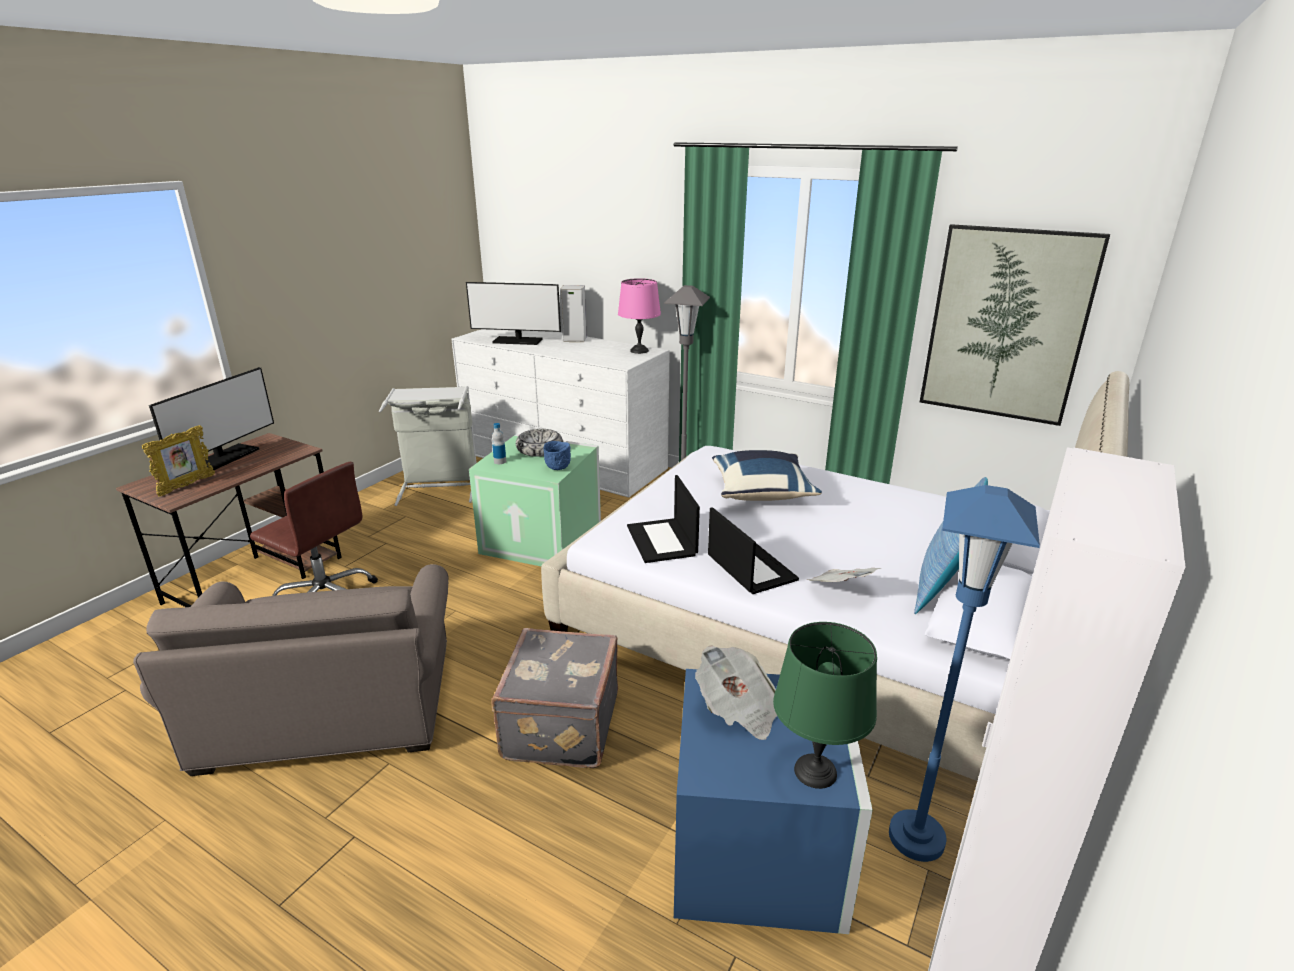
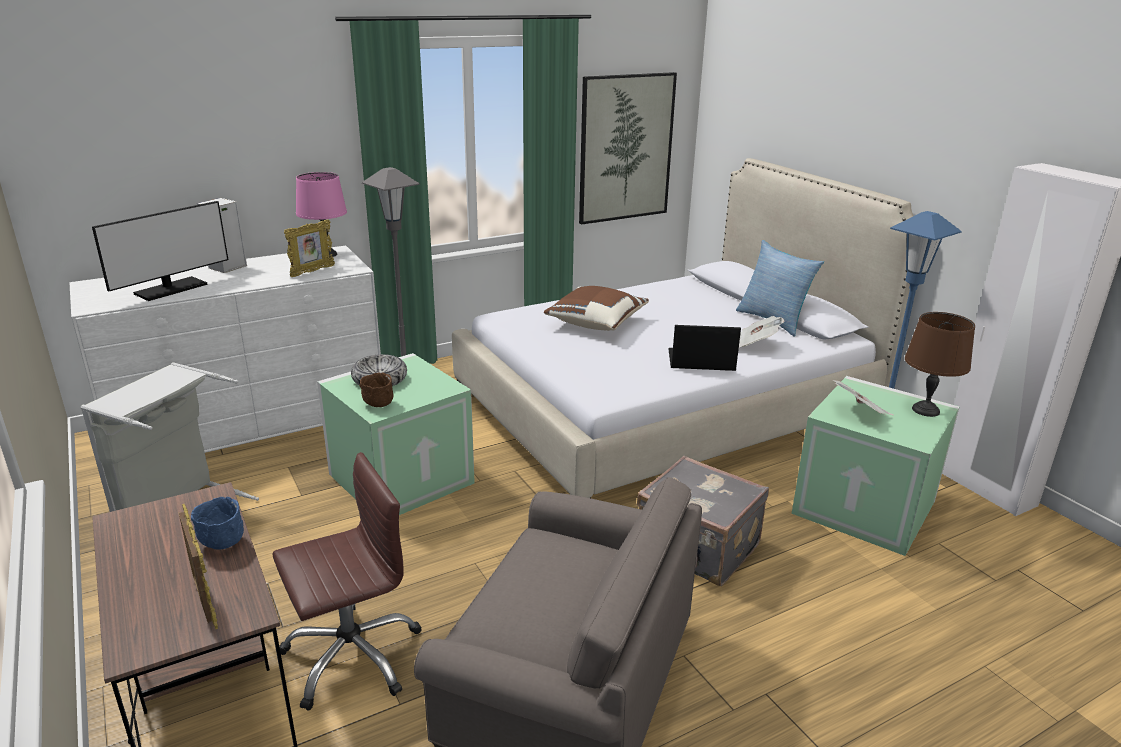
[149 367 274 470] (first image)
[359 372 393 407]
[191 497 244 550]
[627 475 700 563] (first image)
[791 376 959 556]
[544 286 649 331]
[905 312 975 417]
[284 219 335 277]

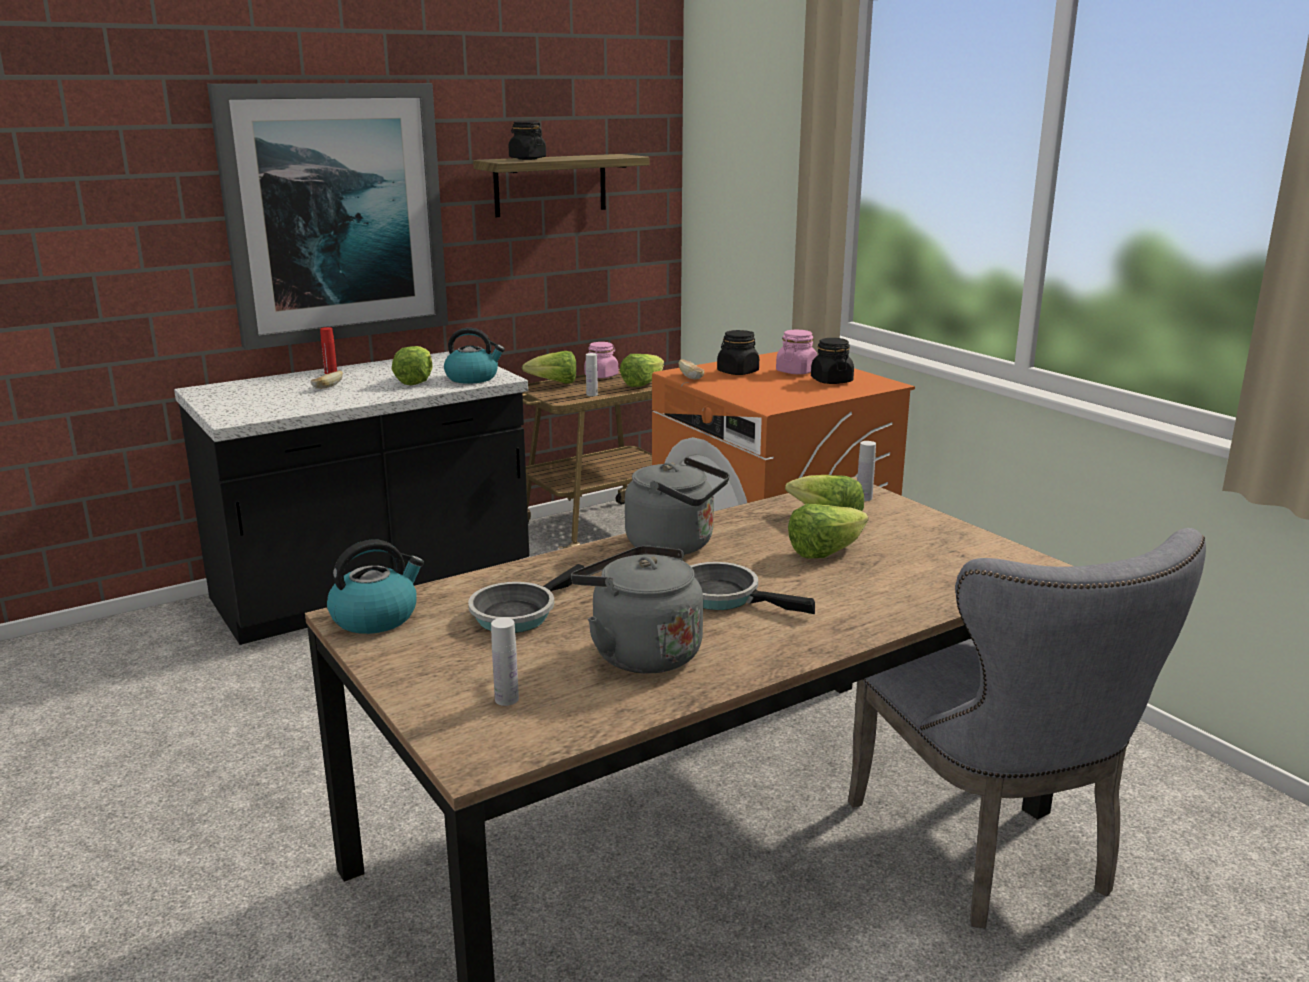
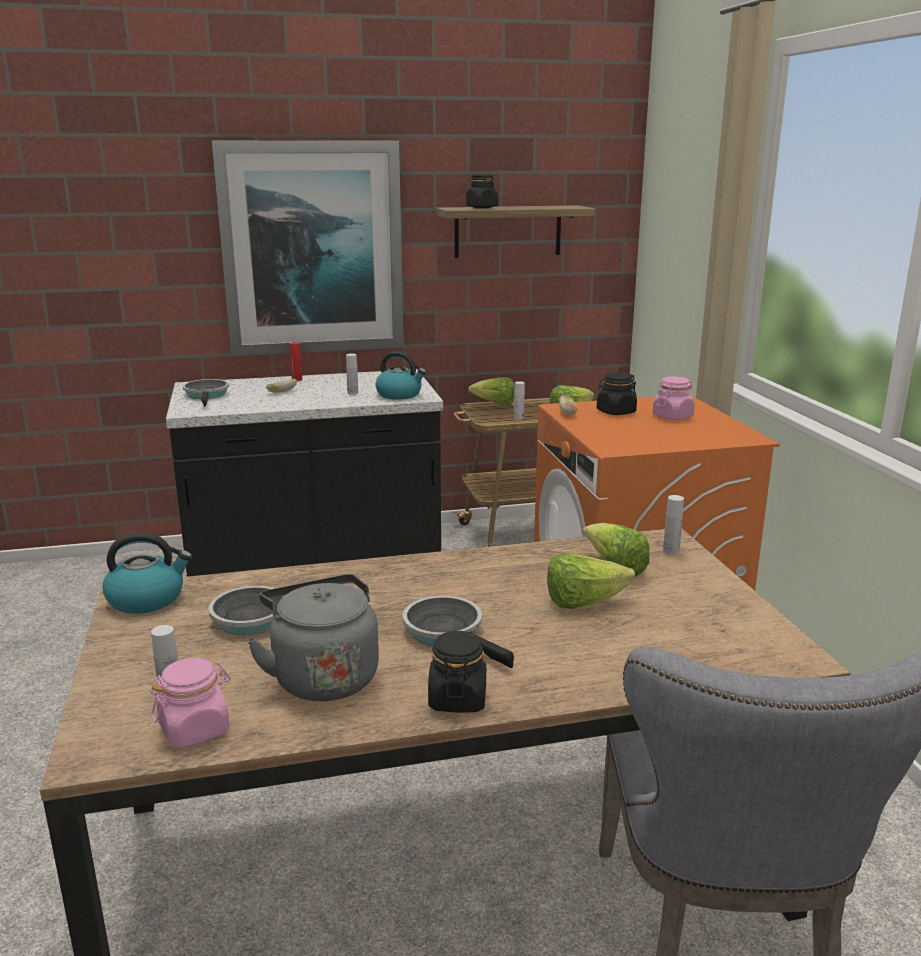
[346 354 358 395]
[151 658 231 749]
[625 457 730 555] (first image)
[428 631 486 713]
[183 379 229 407]

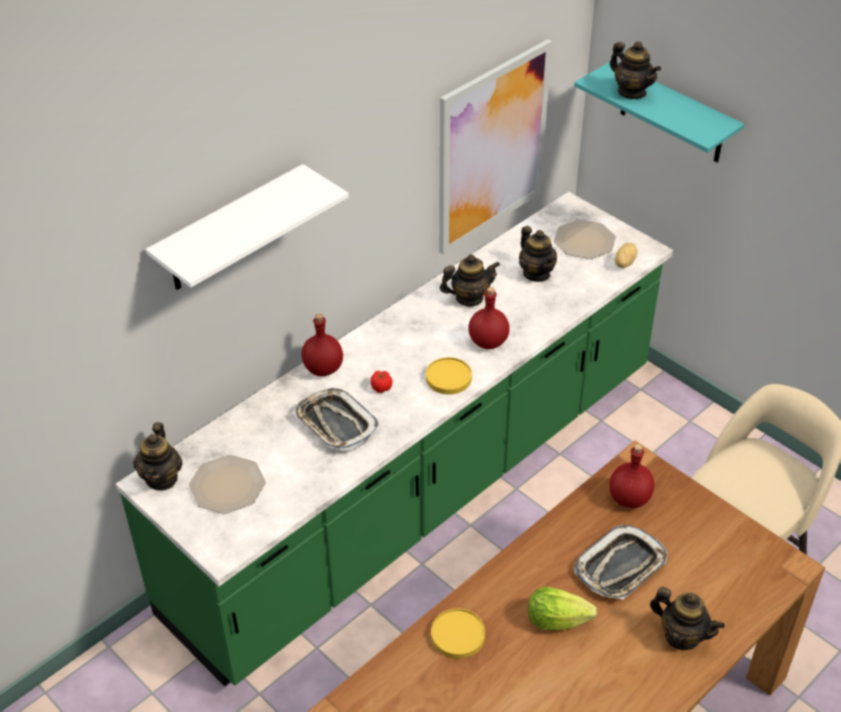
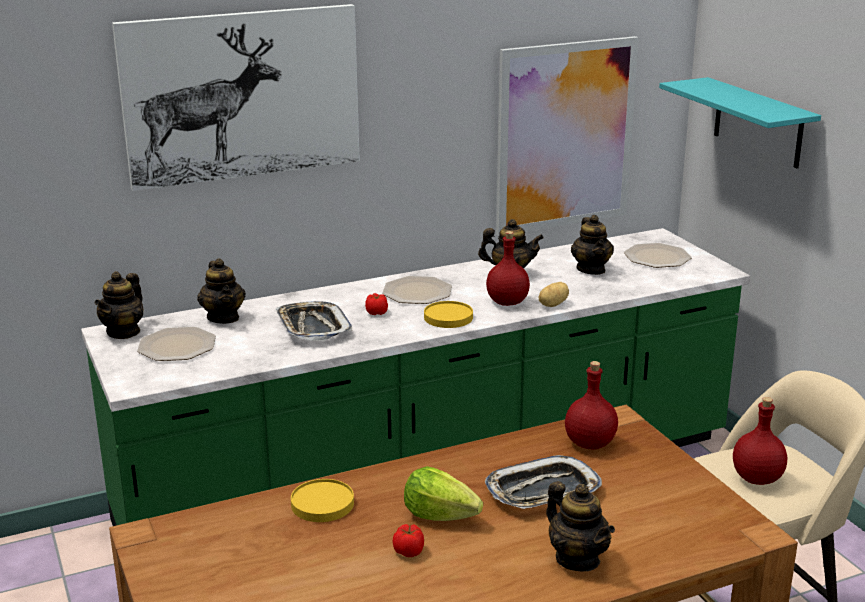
[112 4 360 191]
[733 397 787 485]
[197 258 246 324]
[539 282 569 307]
[382 276 452 304]
[393 524 424 557]

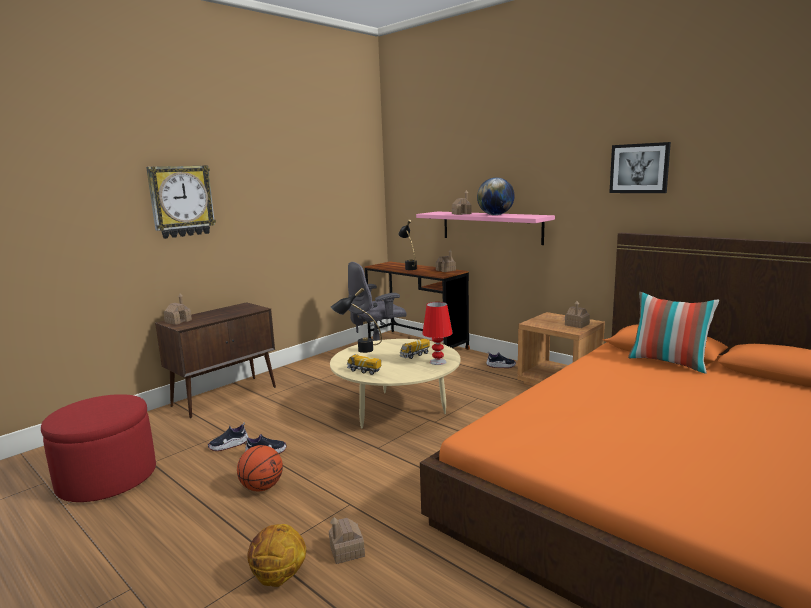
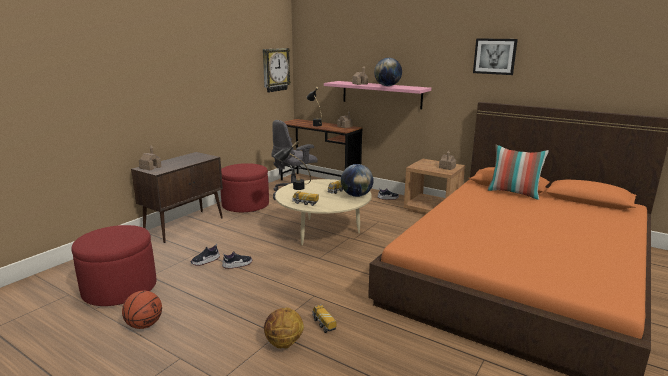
[263 48 291 93]
[122 291 162 329]
[312 304 337 333]
[341 164 374 197]
[220 163 269 212]

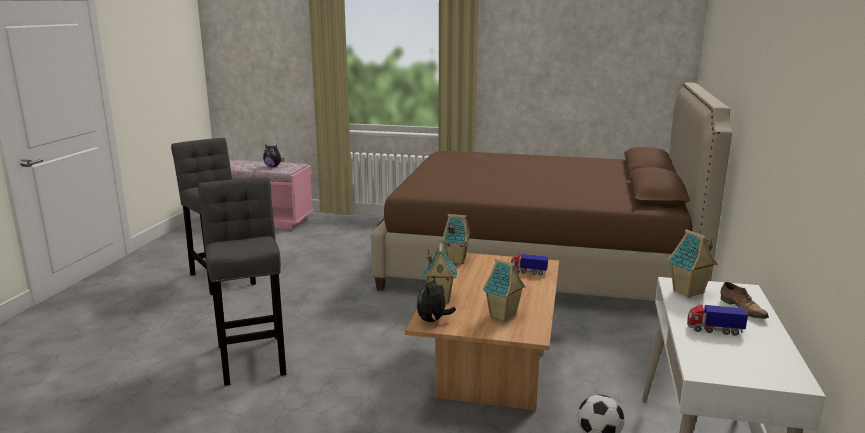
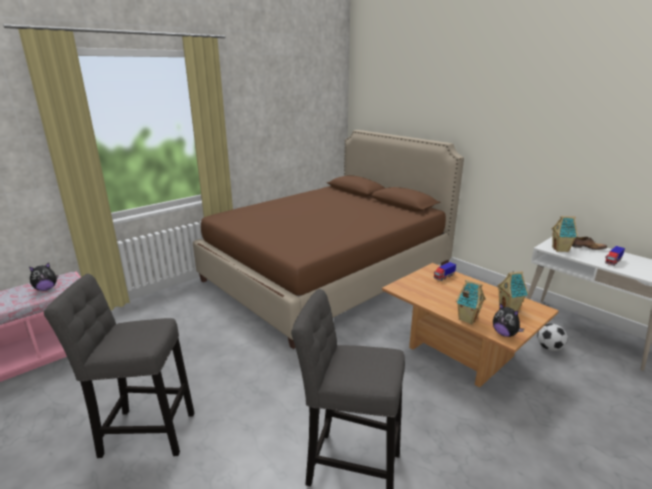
[442 214 471 264] (first image)

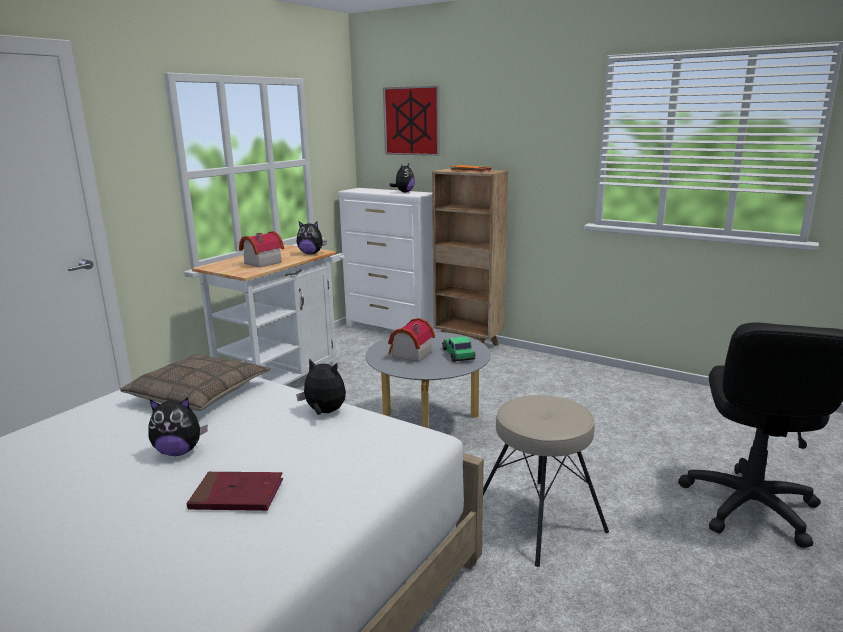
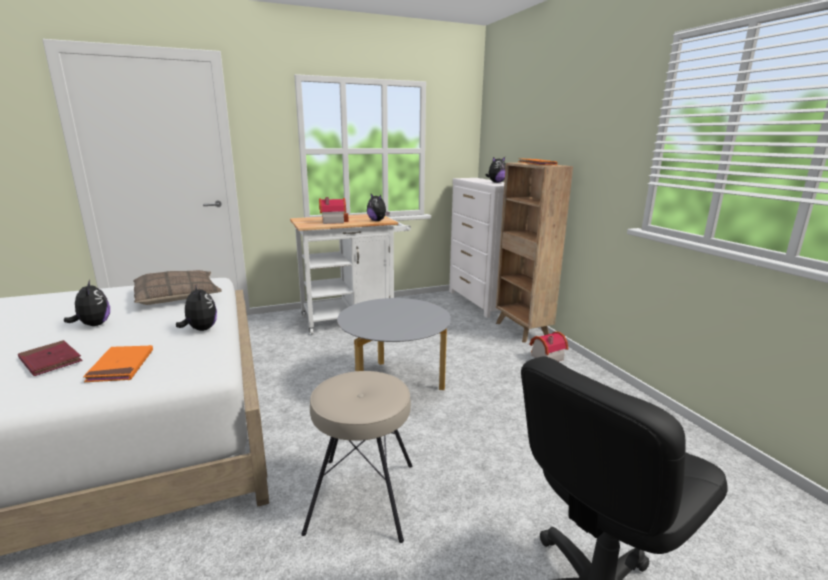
[64 280 110 326]
[383 86 440 156] (first image)
[529 331 568 362]
[442 336 476 362] (first image)
[83 345 153 382]

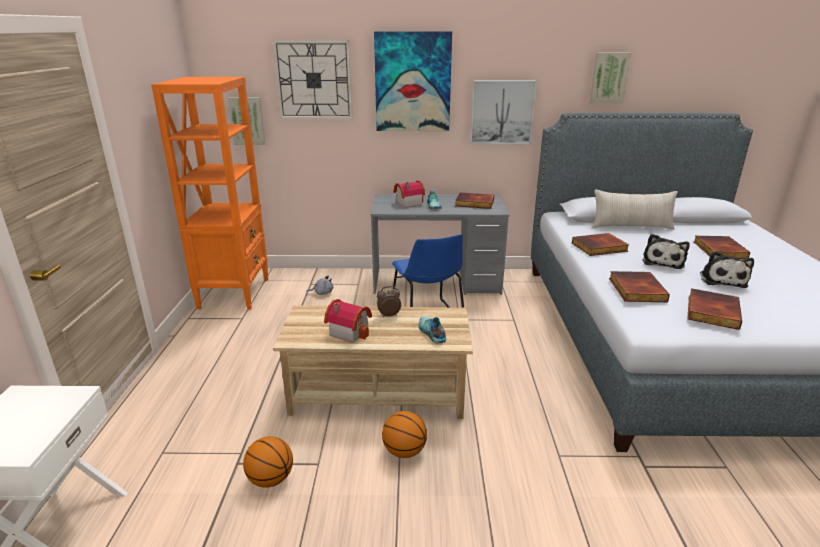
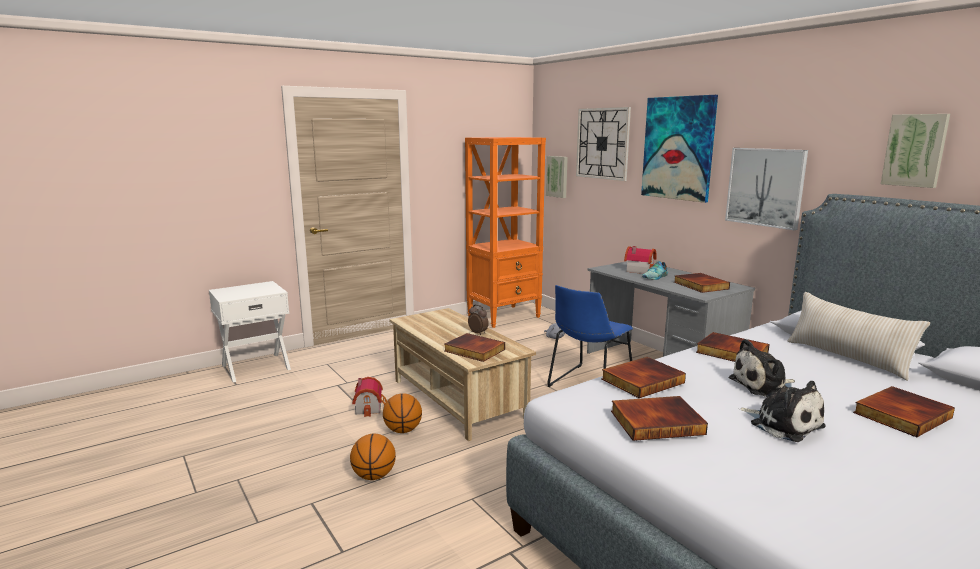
[350 434 396 480]
[352 377 387 417]
[444 333 505 362]
[738 381 826 442]

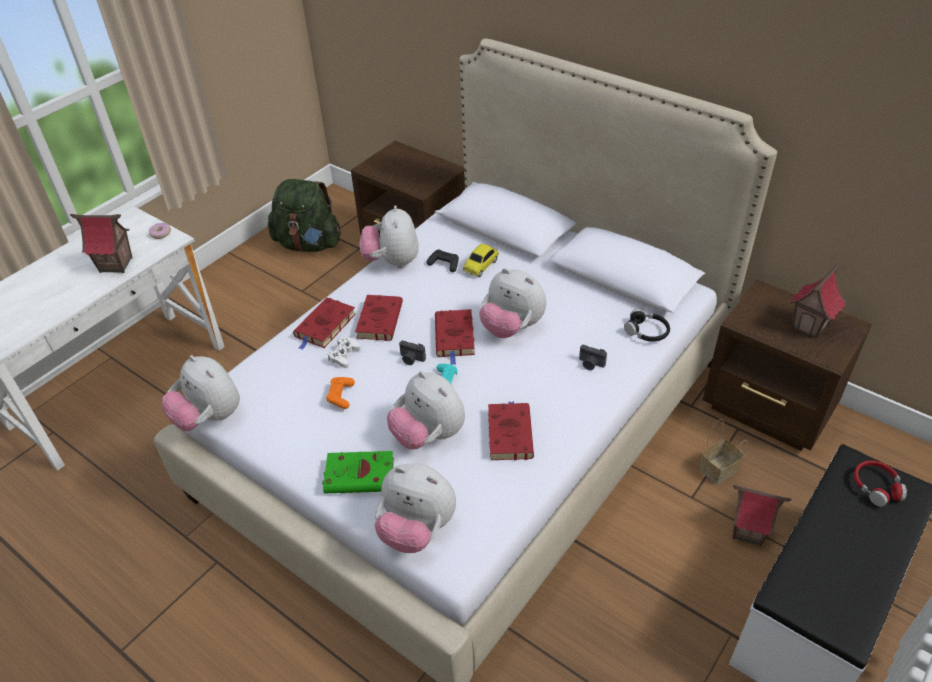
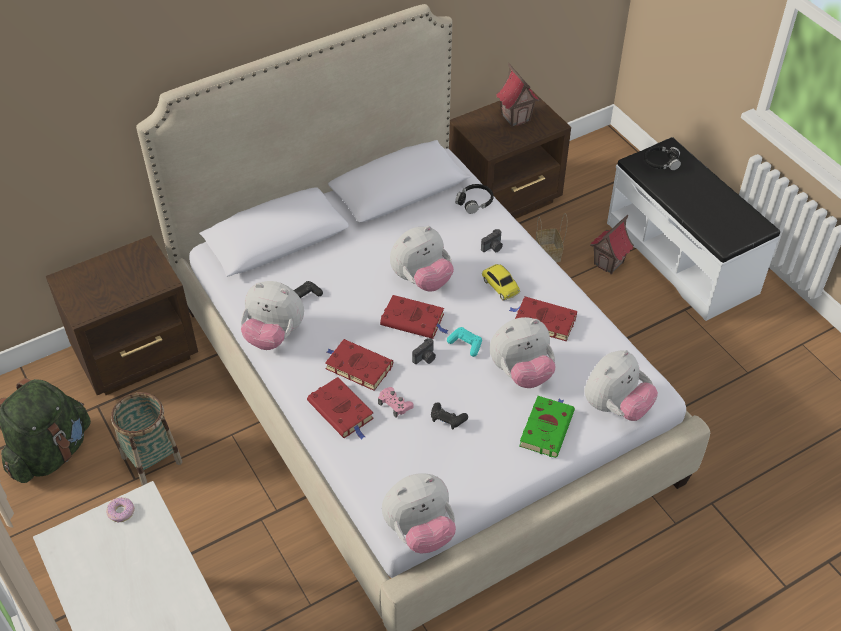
[70 214 132 273] (first image)
[431 402 468 429]
[378 387 413 418]
[482 264 520 301]
[644 146 681 170]
[111 392 183 486]

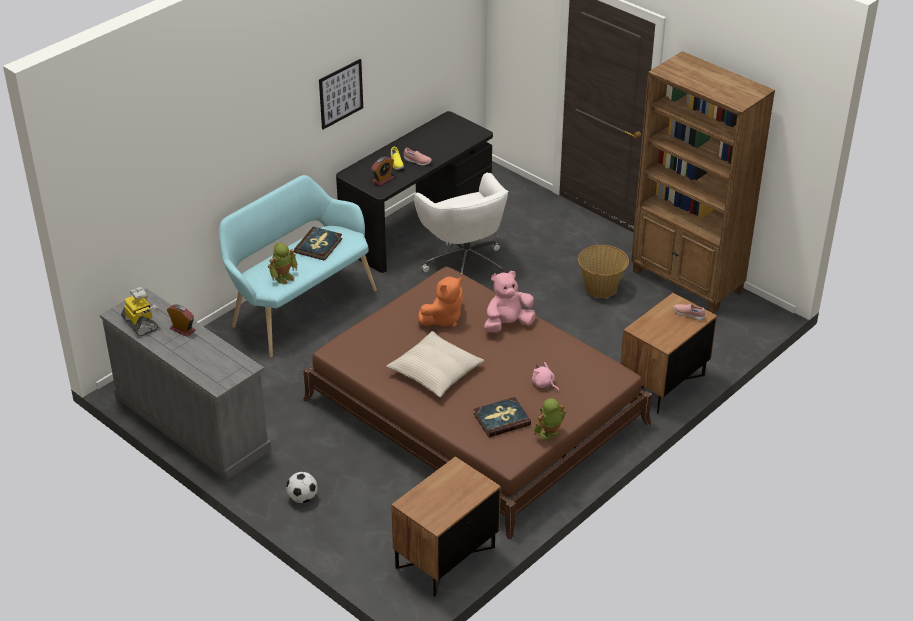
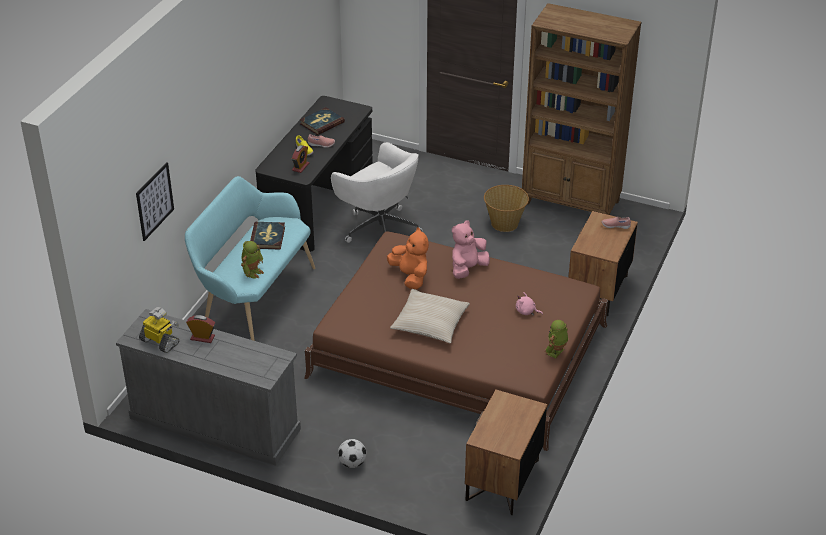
[136 162 174 241]
[387 227 429 289]
[300 107 345 135]

